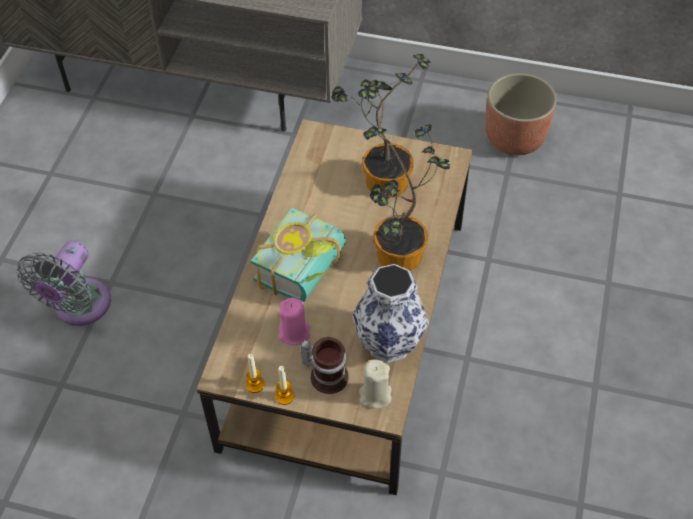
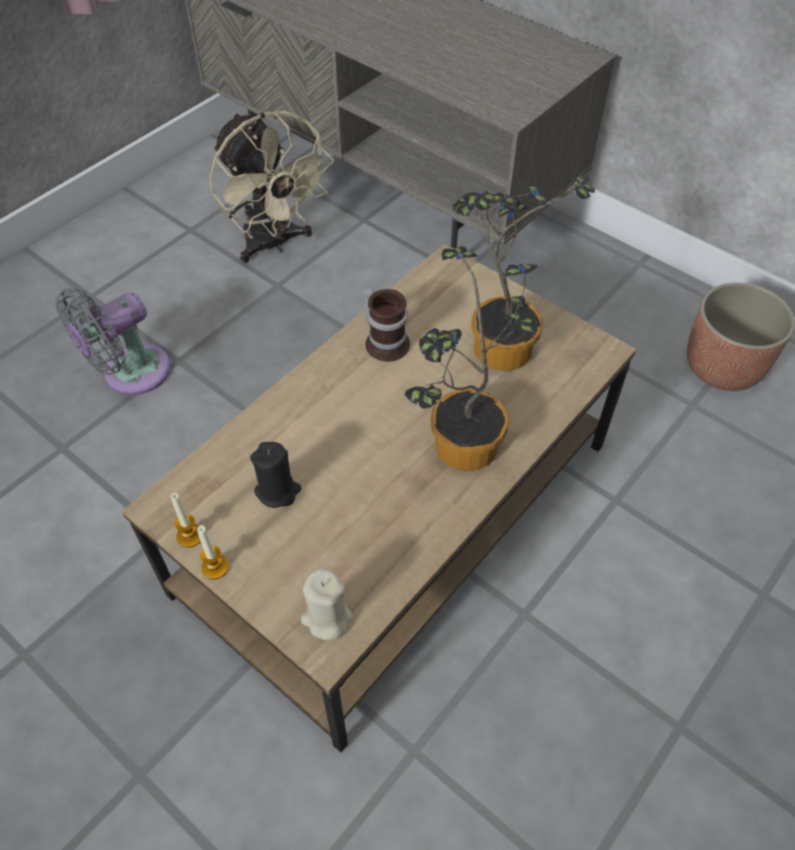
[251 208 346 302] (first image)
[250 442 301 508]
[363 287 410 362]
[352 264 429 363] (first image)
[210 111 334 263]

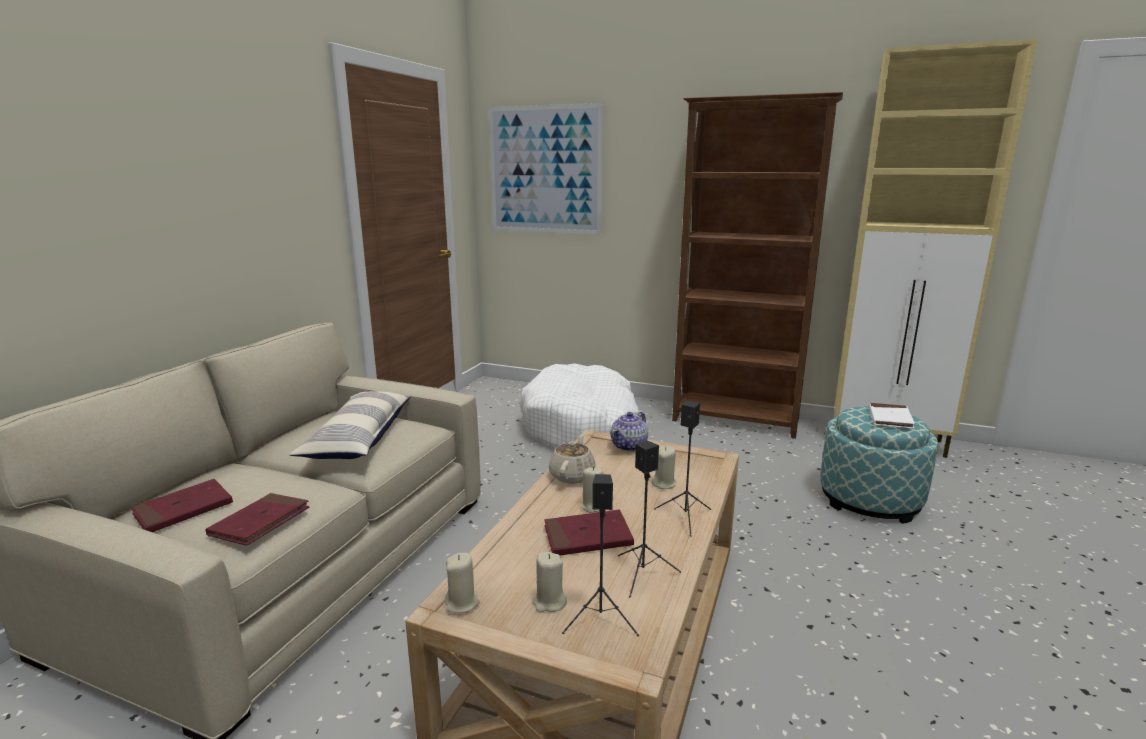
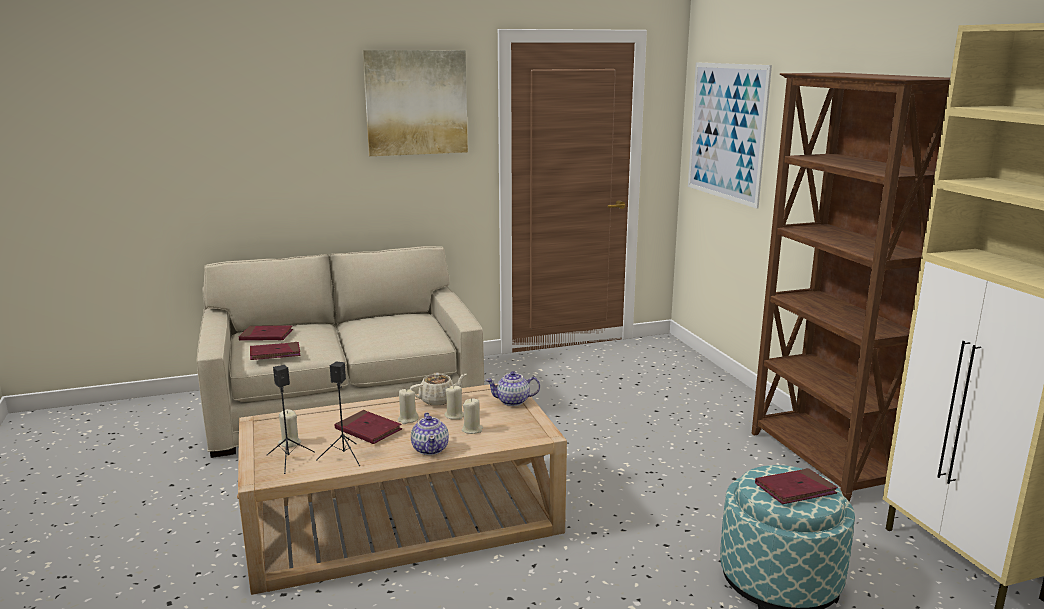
[289 391 411 459] (first image)
[444 386 464 420]
[520 363 640 448] (first image)
[411 413 449 455]
[755 468 838 504]
[363 50 468 156]

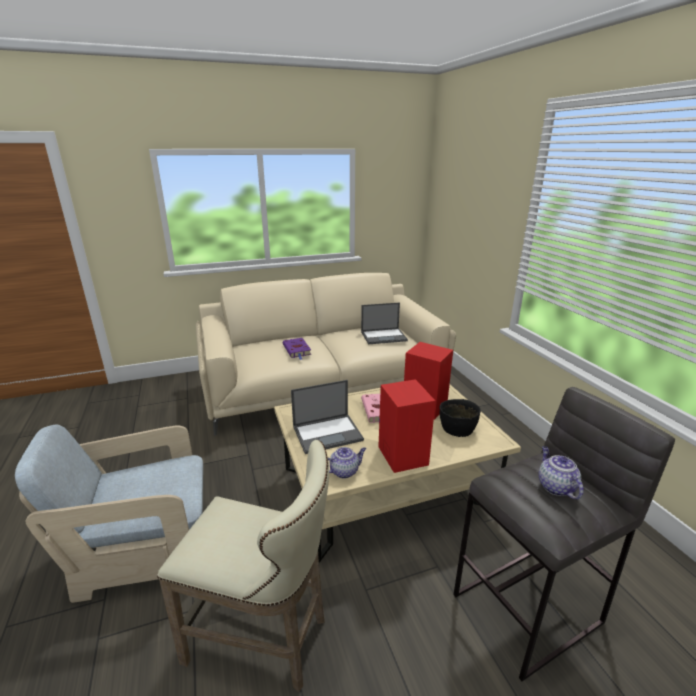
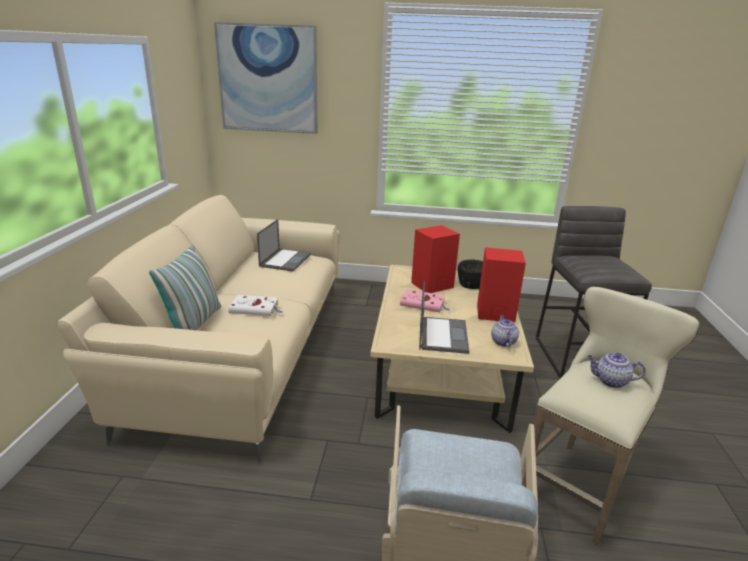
[228 295 283 316]
[587 353 646 388]
[149 245 221 330]
[214 22 318 134]

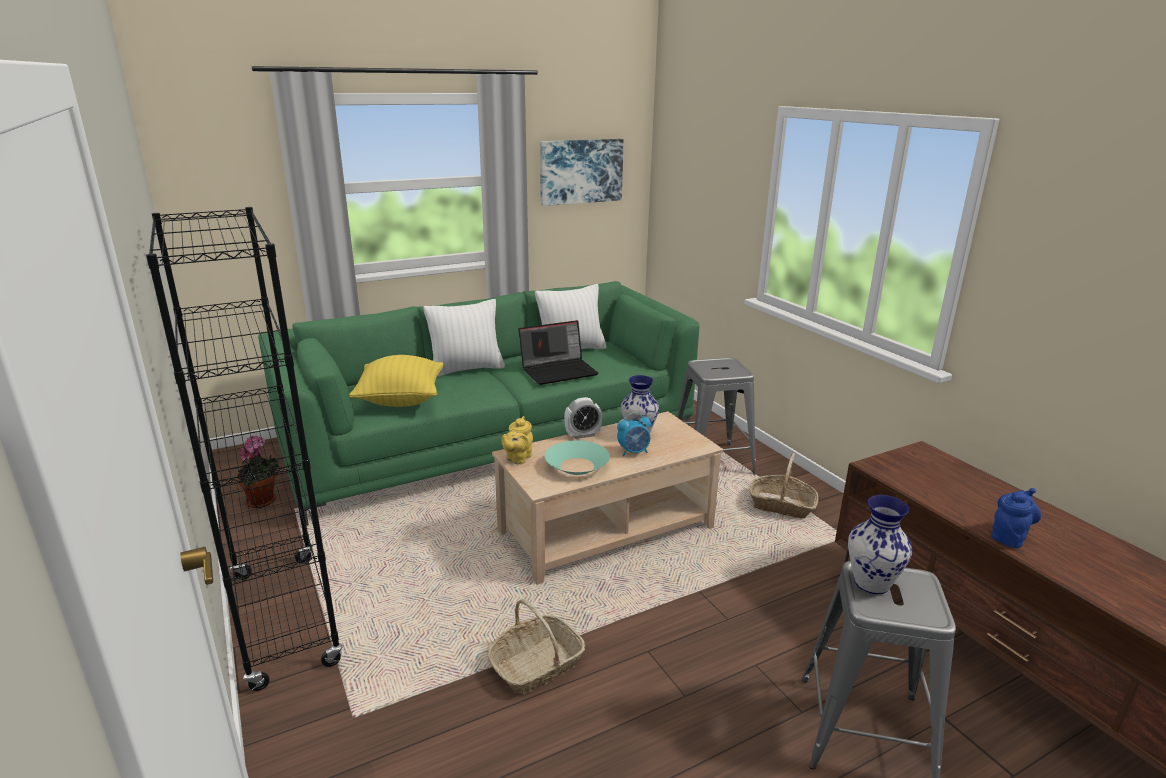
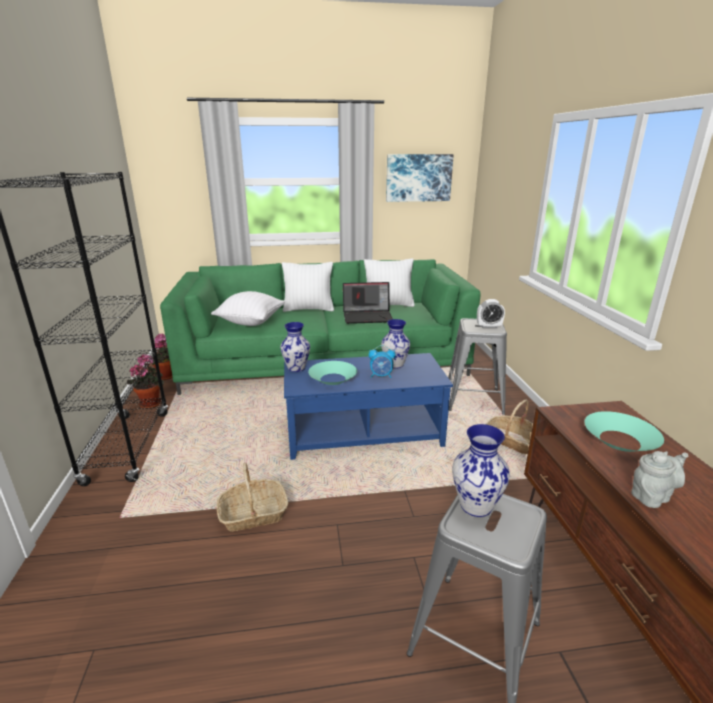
[211 291 285 326]
[284 353 453 460]
[280 322 310 372]
[477 299 505 328]
[631 451 689 508]
[127 354 164 409]
[584 411 664 452]

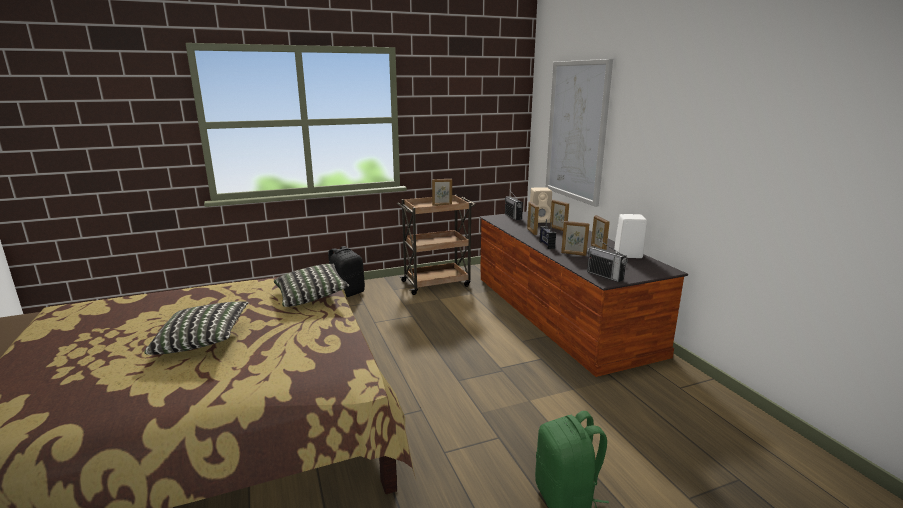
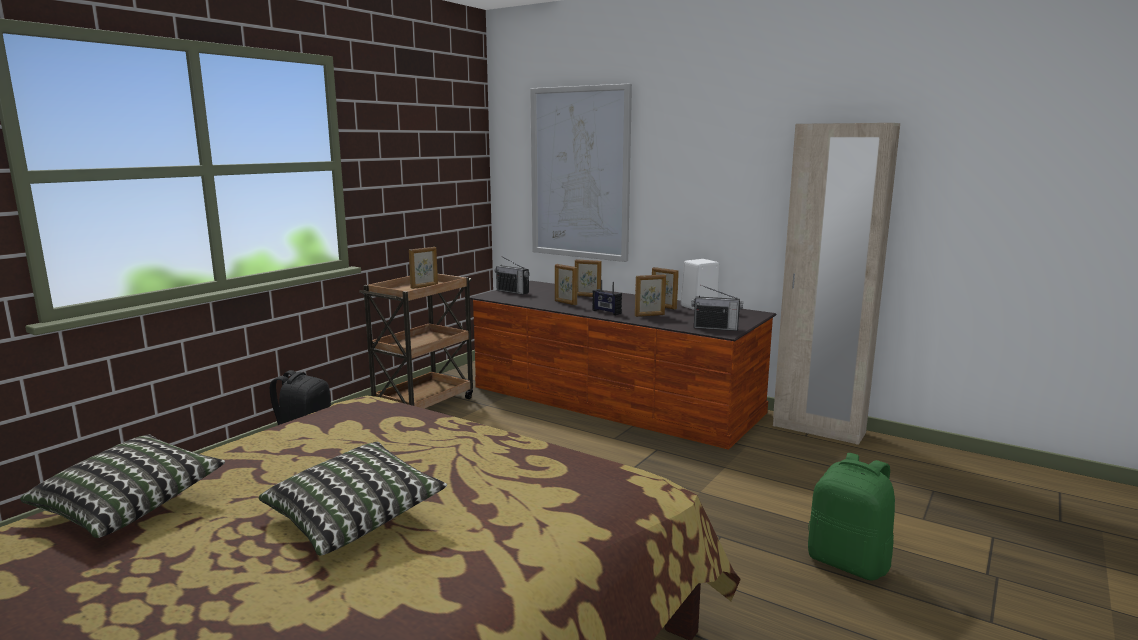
[20 434 225 538]
[530 187 552 223] (first image)
[773 123 900 445]

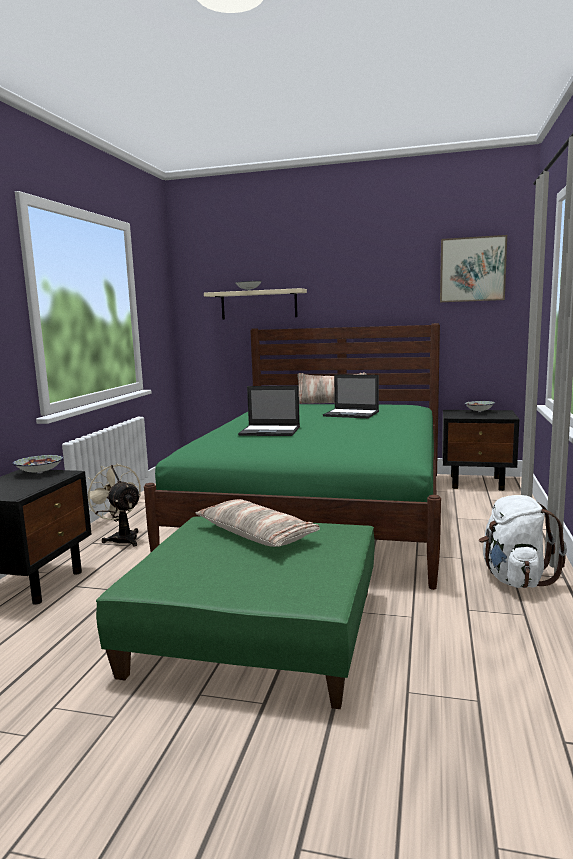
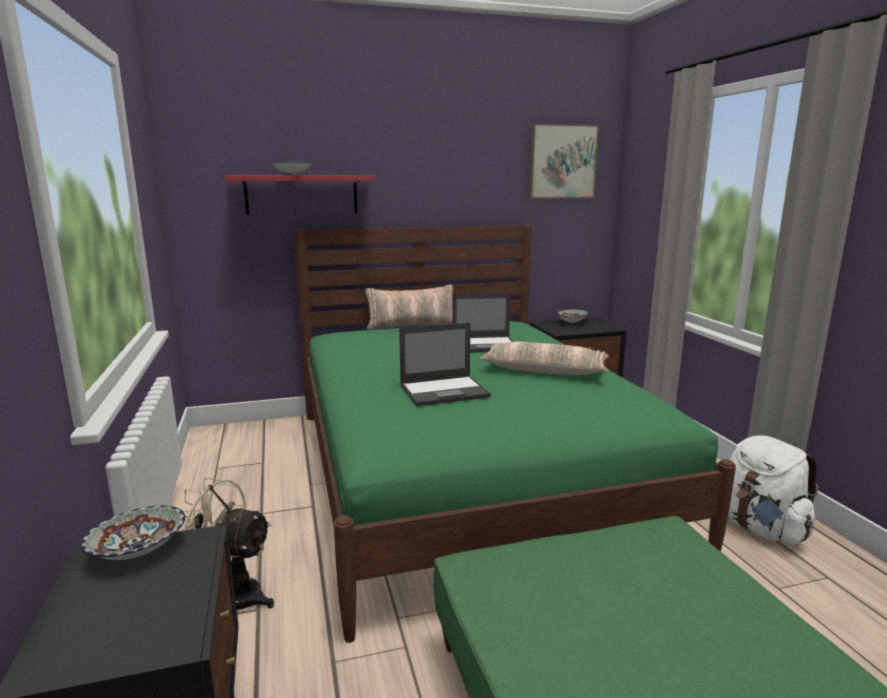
[479 341 609 375]
[225 175 375 215]

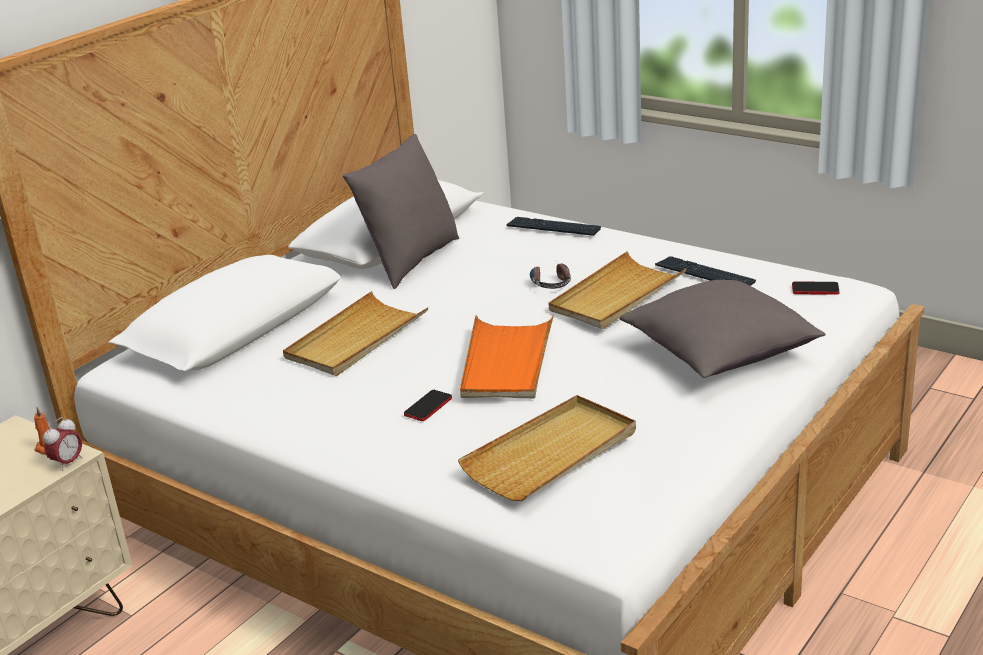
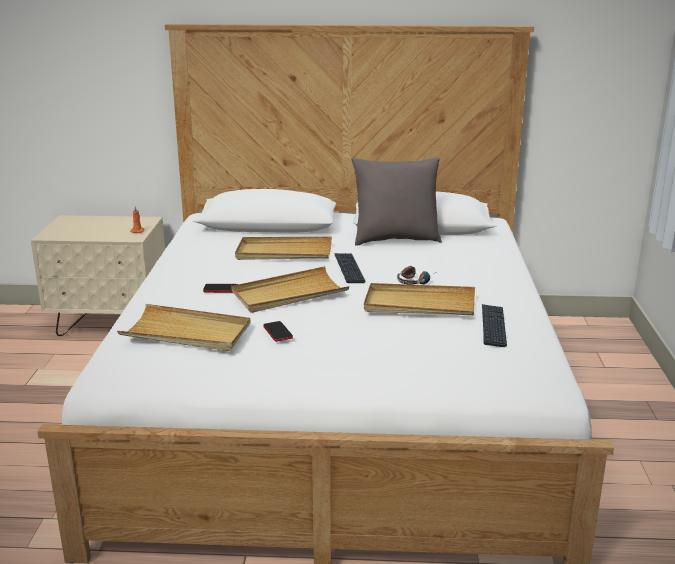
[43 417 82 471] (first image)
[231 266 349 313]
[334 253 366 283]
[619 280 826 378] (first image)
[263 321 293 342]

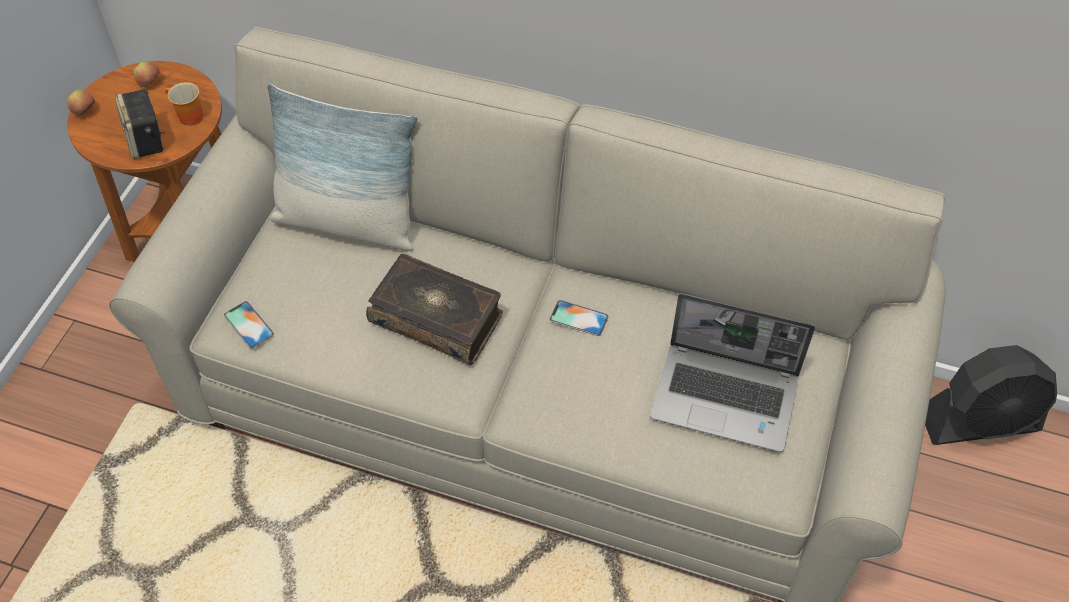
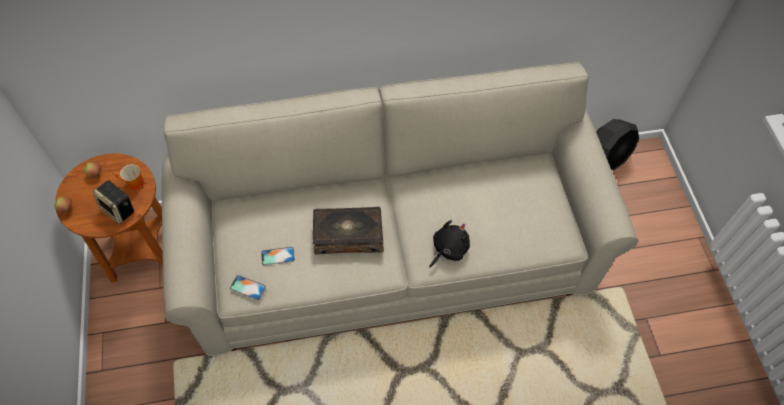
[268 84 418 251] (first image)
[261 247 295 265]
[650 293 815 452] (first image)
[429 220 470 268]

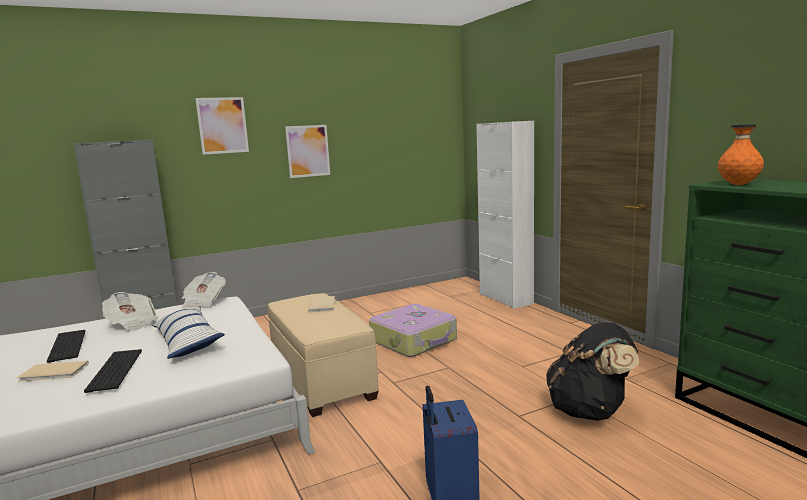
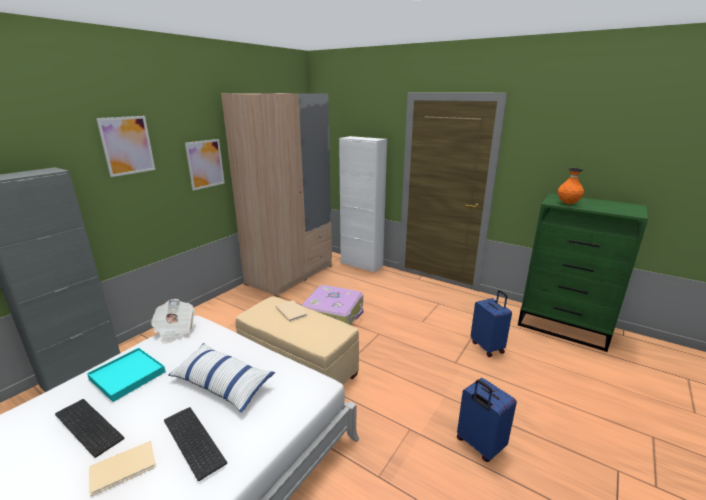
[87 348 166 402]
[471 290 512 357]
[221 93 332 297]

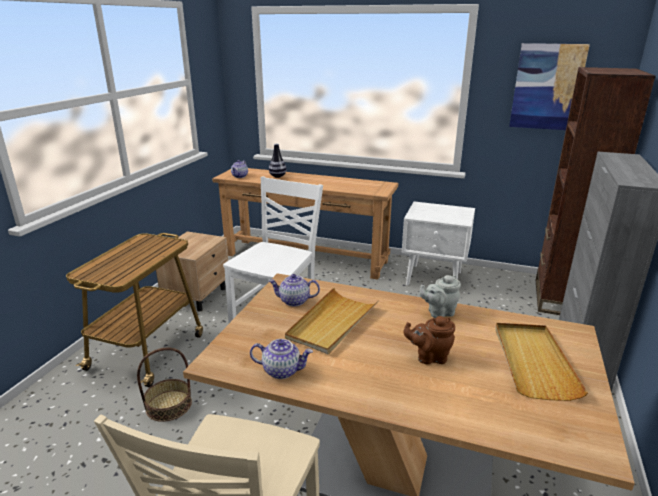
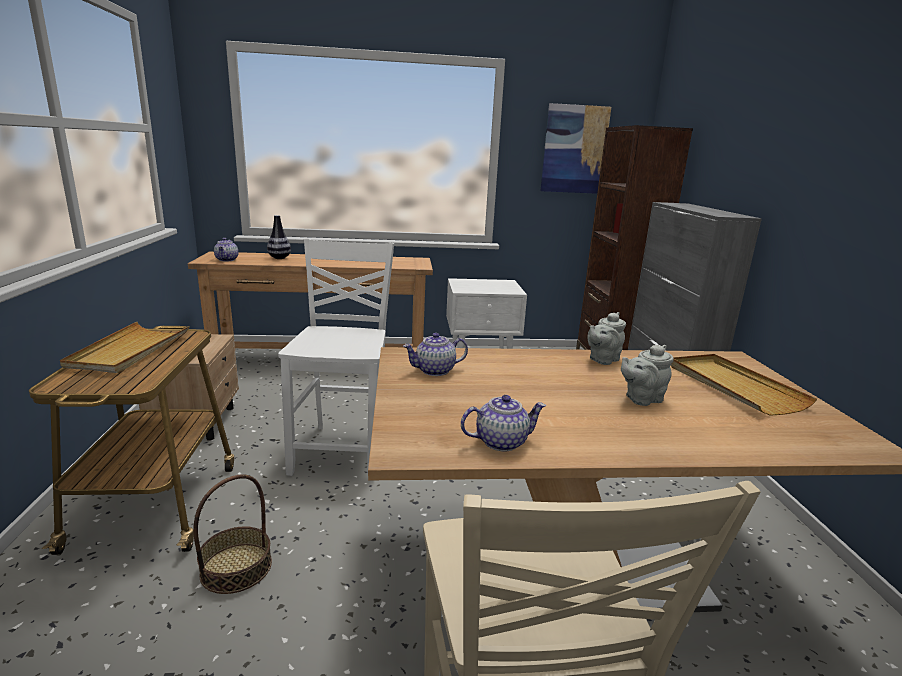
[60 322 190 373]
[621 345 674 406]

